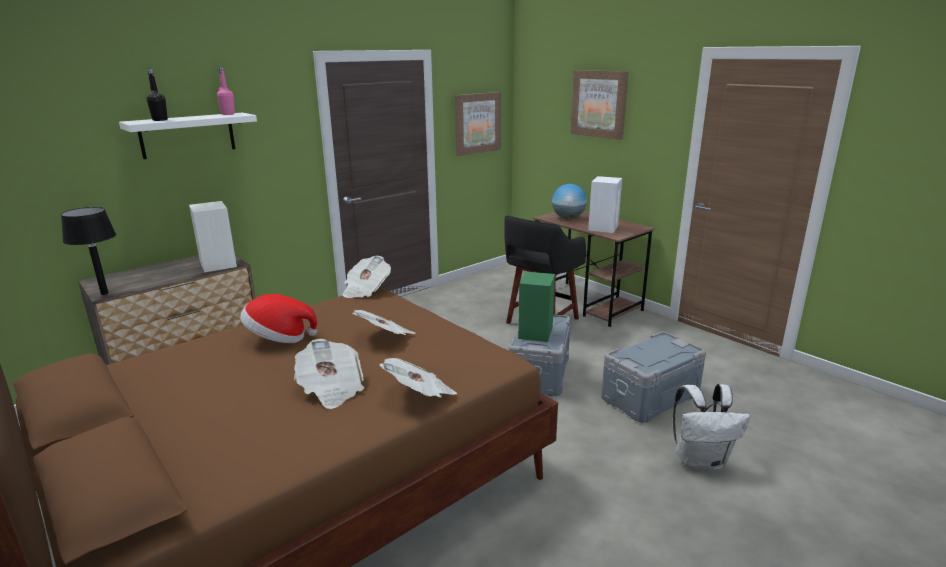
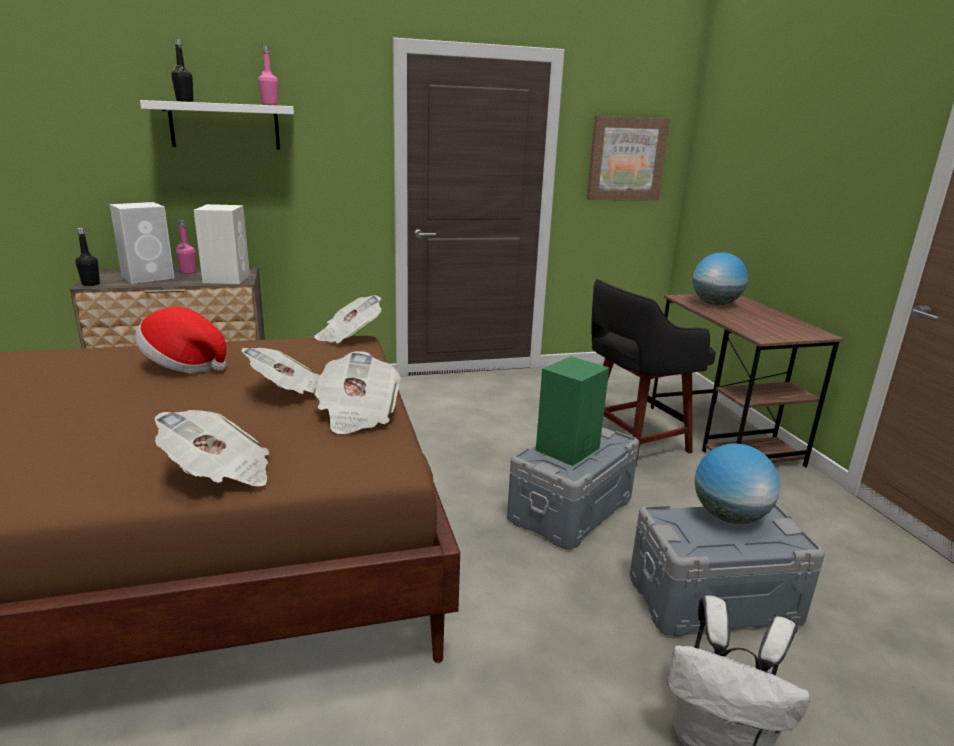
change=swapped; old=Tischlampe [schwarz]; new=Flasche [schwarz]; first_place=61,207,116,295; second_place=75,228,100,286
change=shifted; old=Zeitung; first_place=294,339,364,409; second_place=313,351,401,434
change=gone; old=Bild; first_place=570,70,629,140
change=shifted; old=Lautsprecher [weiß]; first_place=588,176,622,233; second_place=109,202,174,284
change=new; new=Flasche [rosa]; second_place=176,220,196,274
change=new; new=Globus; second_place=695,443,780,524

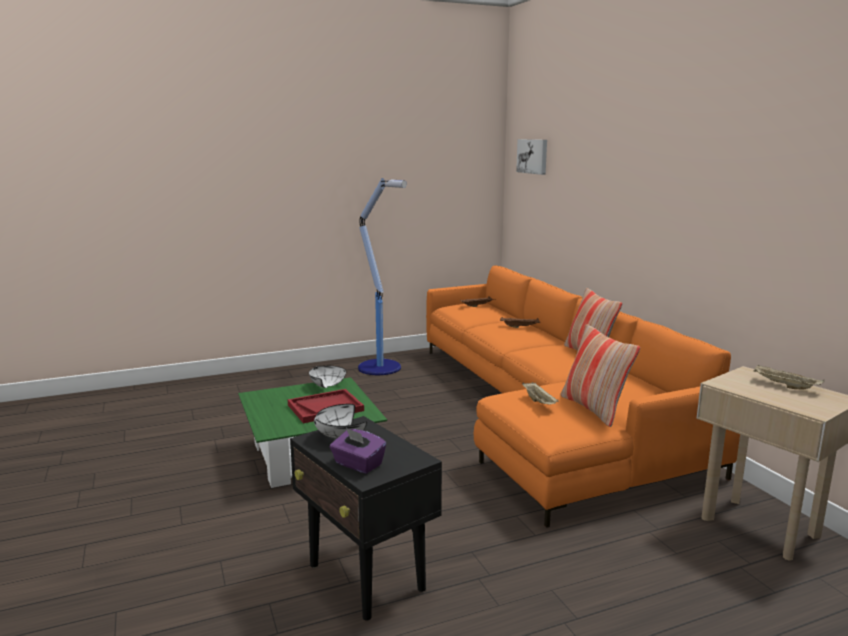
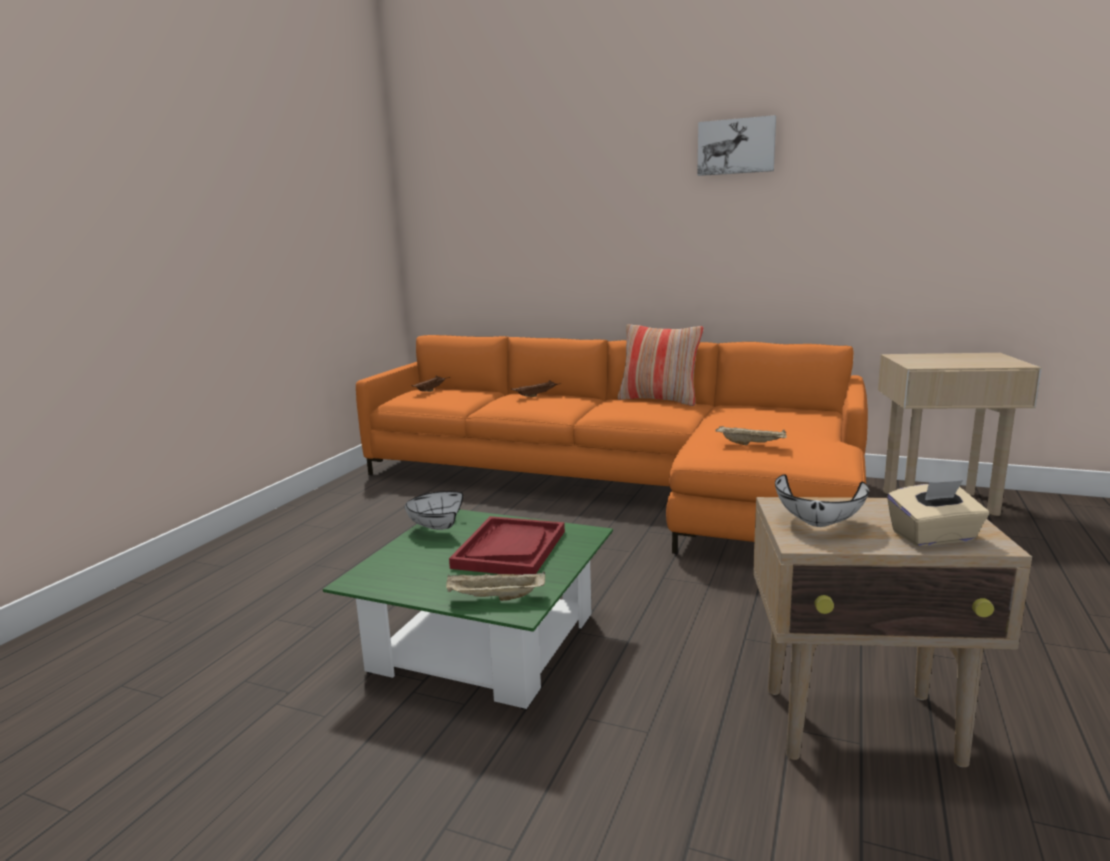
change=repainted; old=Beistelltisch [schwarz]; new=Beistelltisch [beige]; first_place=290,416,442,620; second_place=753,497,1032,767
change=repainted; old=Taschentuchbox [lila]; new=Taschentuchbox [beige]; first_place=330,428,386,474; second_place=887,480,989,546
change=gone; old=Stehlampe; first_place=358,178,407,375
change=shifted; old=Bild; first_place=516,139,547,175; second_place=697,115,776,176
change=gone; old=Kissen; first_place=560,324,640,427
change=shifted; old=Tablett [beige]; first_place=753,364,824,389; second_place=446,571,545,601

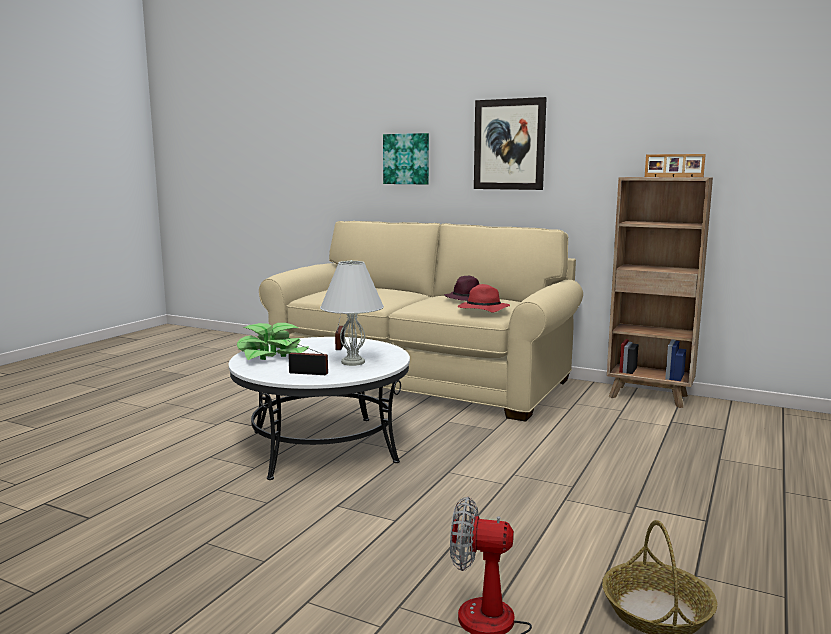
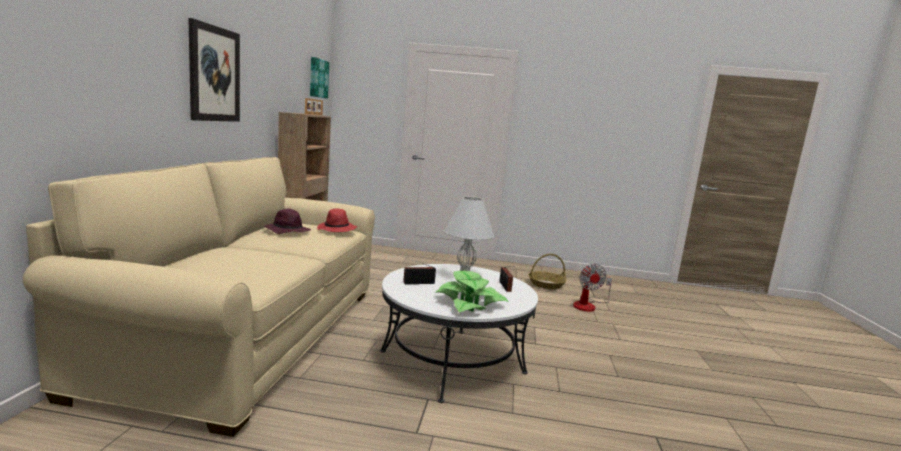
change=shifted; old=Bild; first_place=383,133,429,185; second_place=310,57,329,99

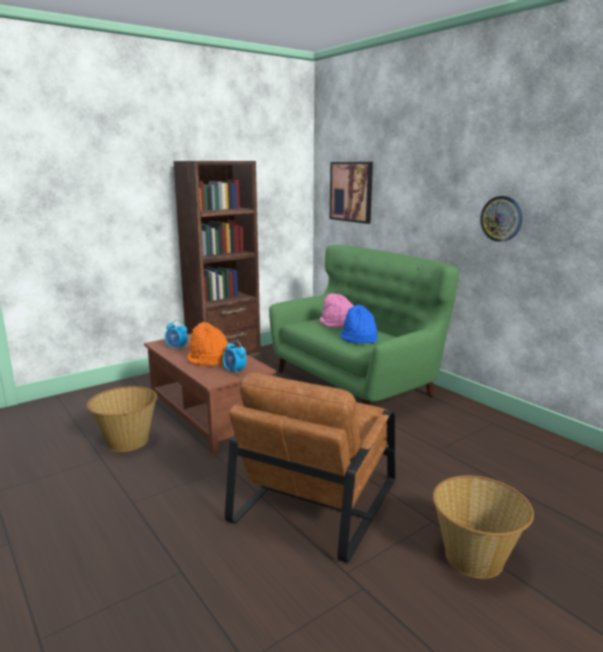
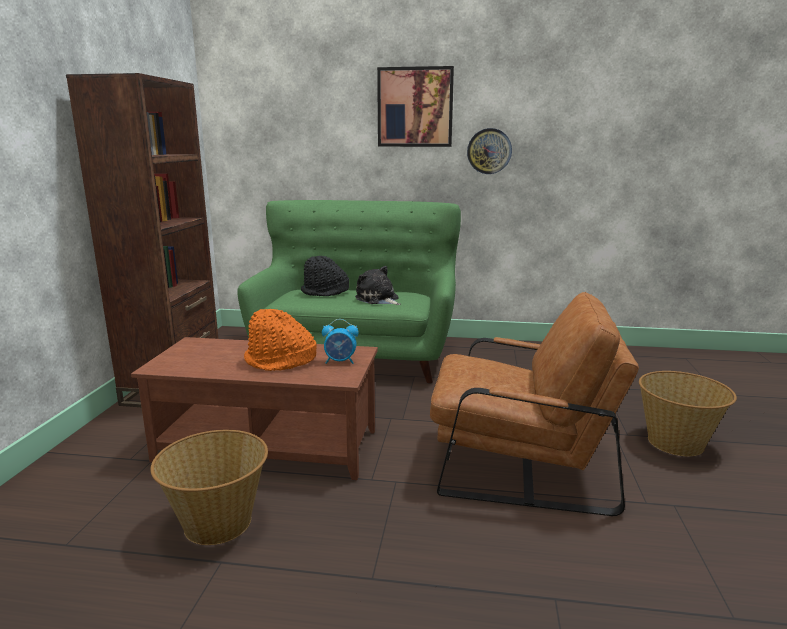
change=gone; old=Wecker; first_place=165,320,188,350
change=rotated; old=Sessel [braun]; first_place=225,373,395,563; second_place=430,292,639,516; degrees=-60
change=repainted; old=Hut [rosa]; new=Hut [schwarz]; first_place=320,293,353,328; second_place=301,256,349,296
change=shifted; old=Bild; first_place=330,162,373,224; second_place=377,66,454,147
change=swapped; old=Hut [blau]; new=Plüschtier; first_place=340,304,378,343; second_place=355,266,401,305

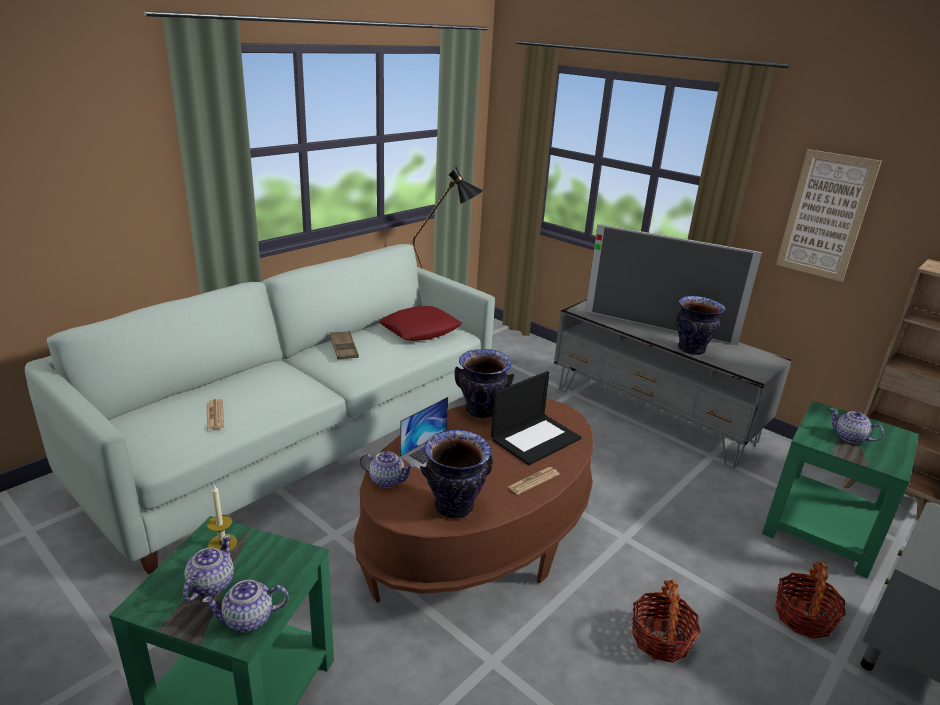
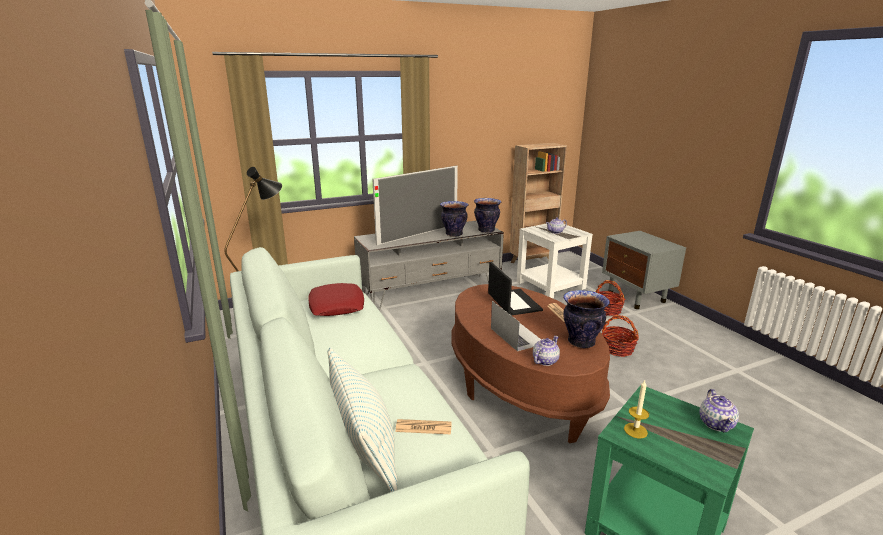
change=gone; old=Teekanne; first_place=183,535,234,602
change=gone; old=Tablett [braun]; first_place=330,331,359,359
change=shifted; old=Vase; first_place=454,349,514,419; second_place=474,198,501,233
change=repainted; old=Beistelltisch [grün]; new=Beistelltisch [weiß]; first_place=762,401,919,579; second_place=517,223,593,298
change=gone; old=Bild; first_place=776,149,882,282
change=new; new=Kissen; second_place=328,348,398,492

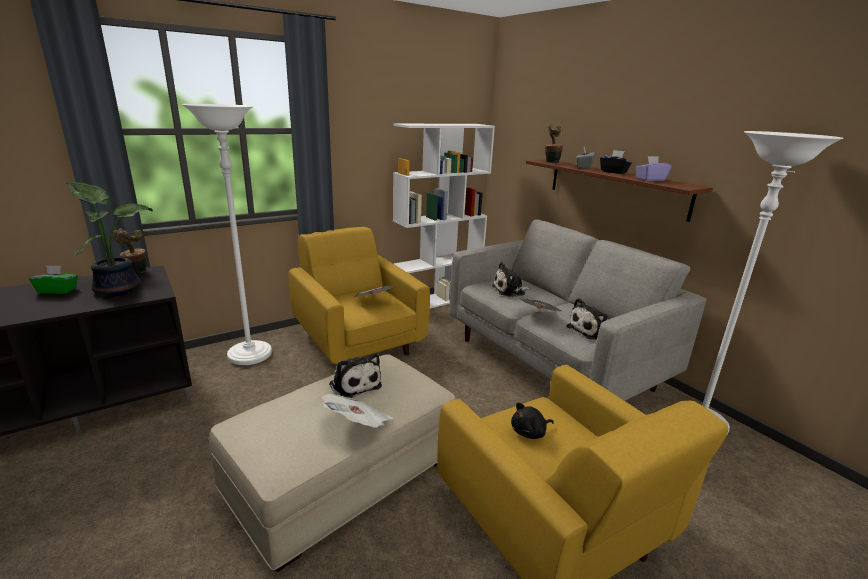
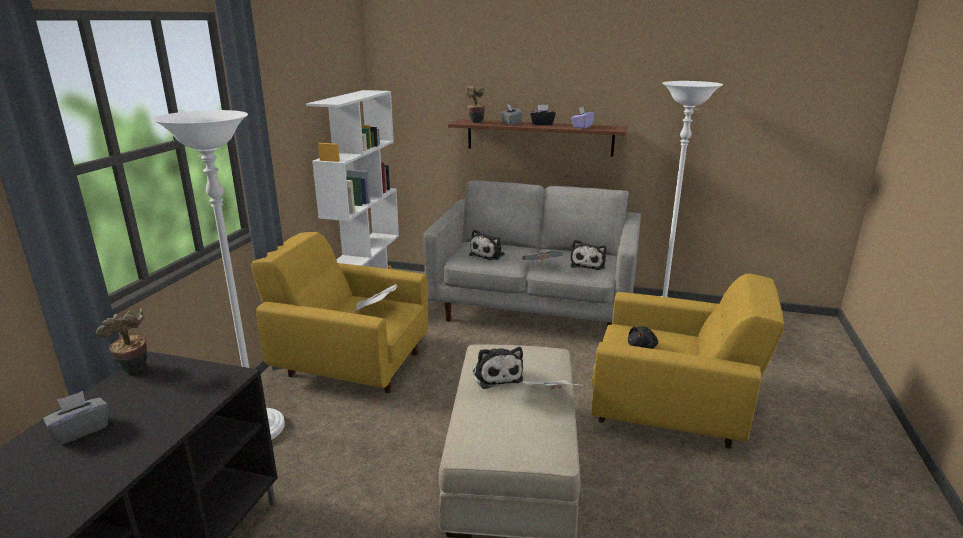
change=repainted; old=Taschentuchbox [grün]; new=Taschentuchbox [grau]; first_place=29,265,78,294; second_place=43,391,108,445
change=gone; old=Topfpflanze; first_place=67,182,153,297
change=rotated; old=Plüschtier; first_place=329,353,382,398; second_place=473,347,523,389; degrees=60

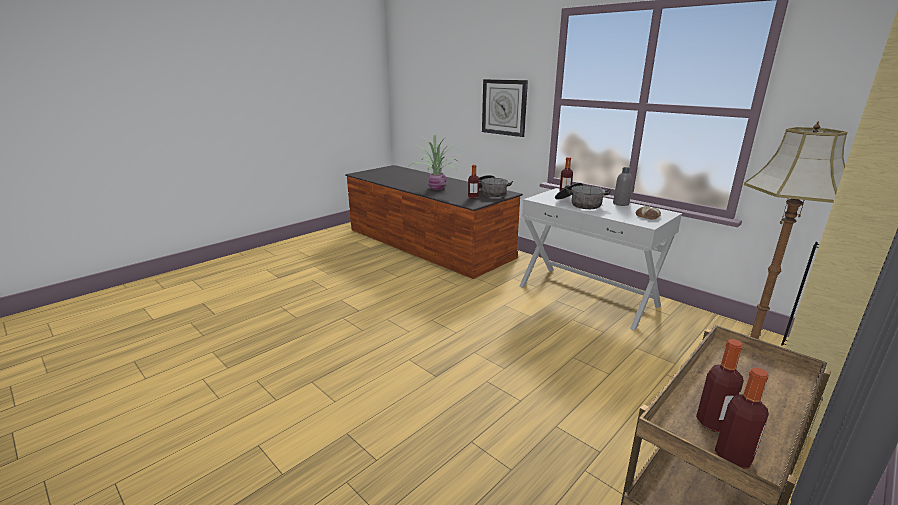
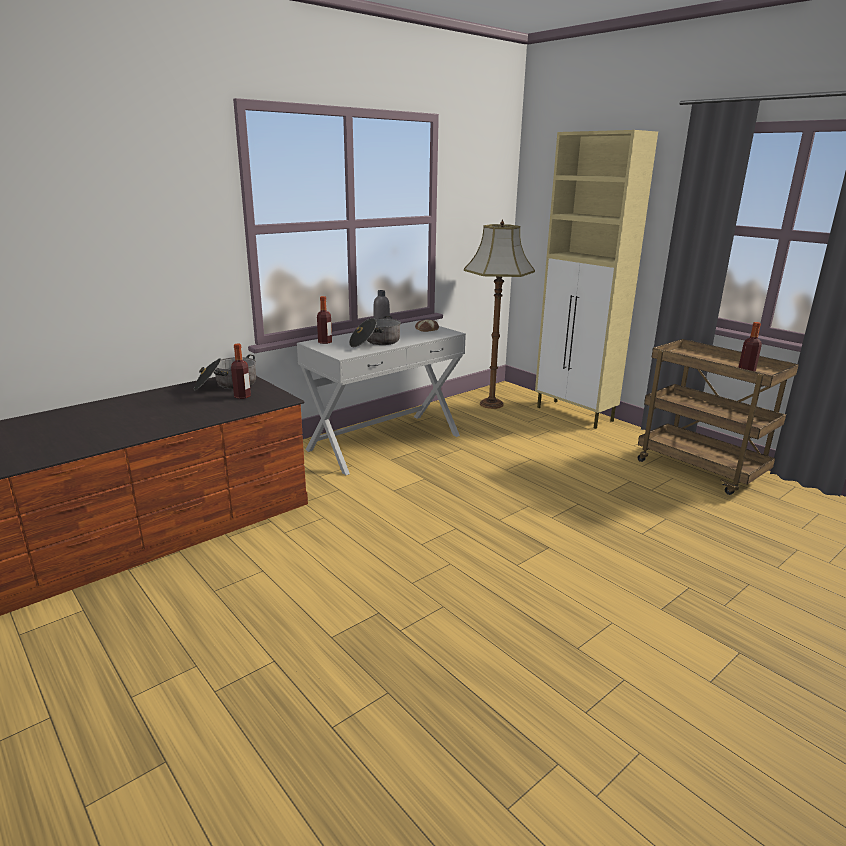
change=gone; old=Topfpflanze; first_place=407,134,461,190
change=gone; old=Wanduhr; first_place=482,79,528,137
change=gone; old=Flasche; first_place=715,368,769,468

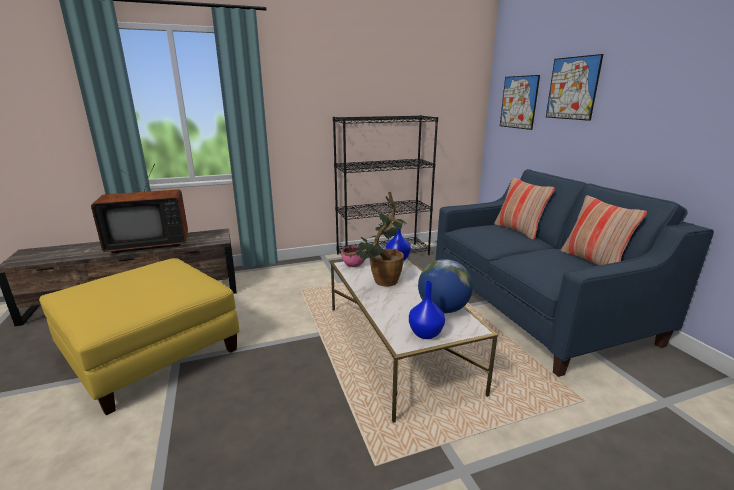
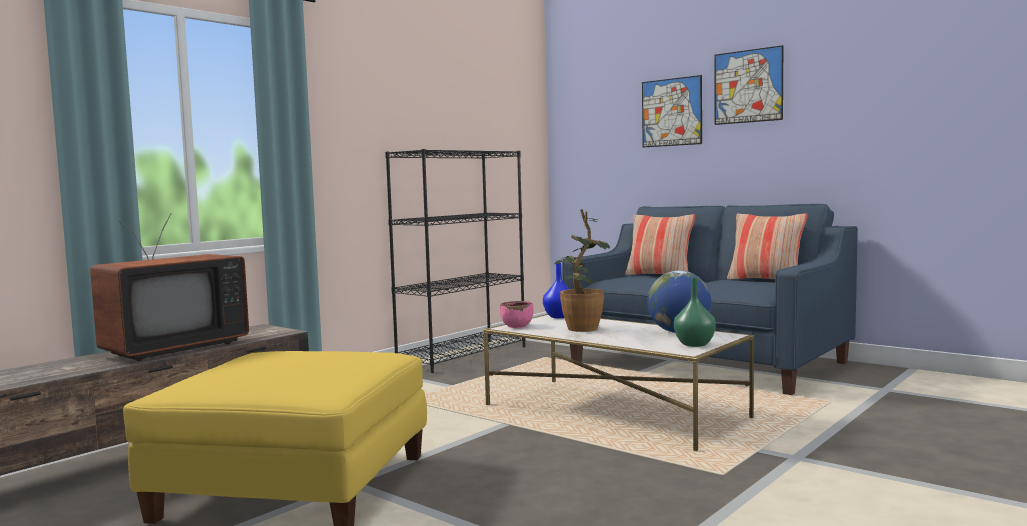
change=repainted; old=Vase [blau]; new=Vase [grün]; first_place=409,281,445,339; second_place=674,278,716,347
change=shifted; old=Bild; first_place=500,75,540,130; second_place=714,45,783,125

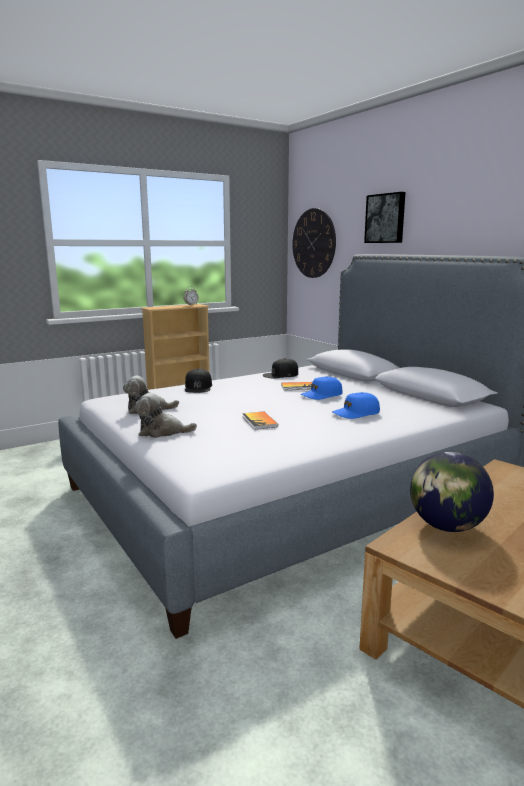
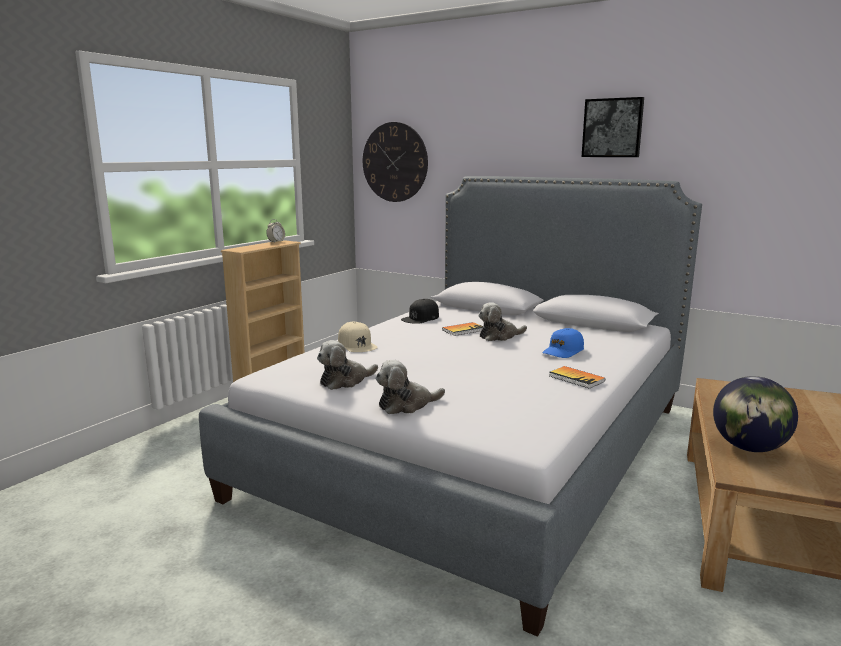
change=repainted; old=Kappe [schwarz]; new=Kappe [beige]; first_place=185,368,212,393; second_place=338,322,378,352
change=shifted; old=Buch; first_place=243,411,278,430; second_place=549,366,605,389
change=swapped; old=Kappe [blau]; new=Plüschtier; first_place=301,376,343,400; second_place=478,302,527,341
change=shifted; old=Bild; first_place=364,192,405,243; second_place=582,97,644,157

